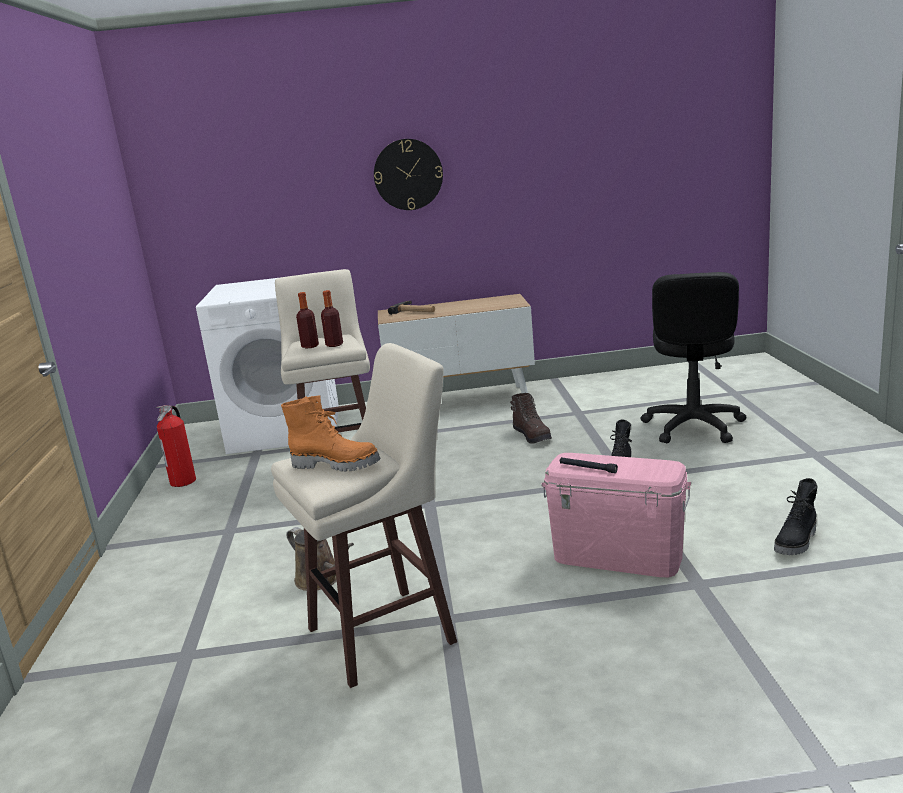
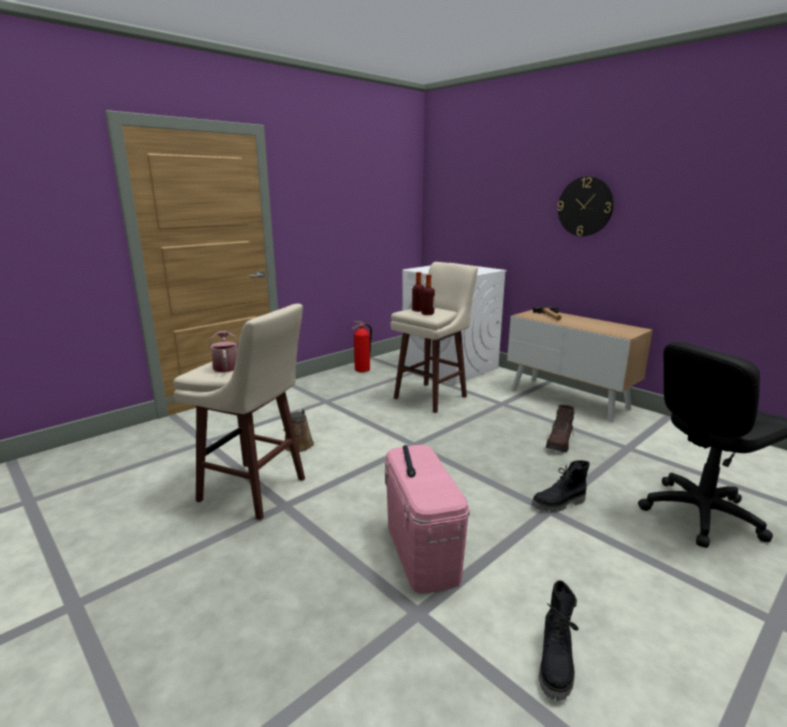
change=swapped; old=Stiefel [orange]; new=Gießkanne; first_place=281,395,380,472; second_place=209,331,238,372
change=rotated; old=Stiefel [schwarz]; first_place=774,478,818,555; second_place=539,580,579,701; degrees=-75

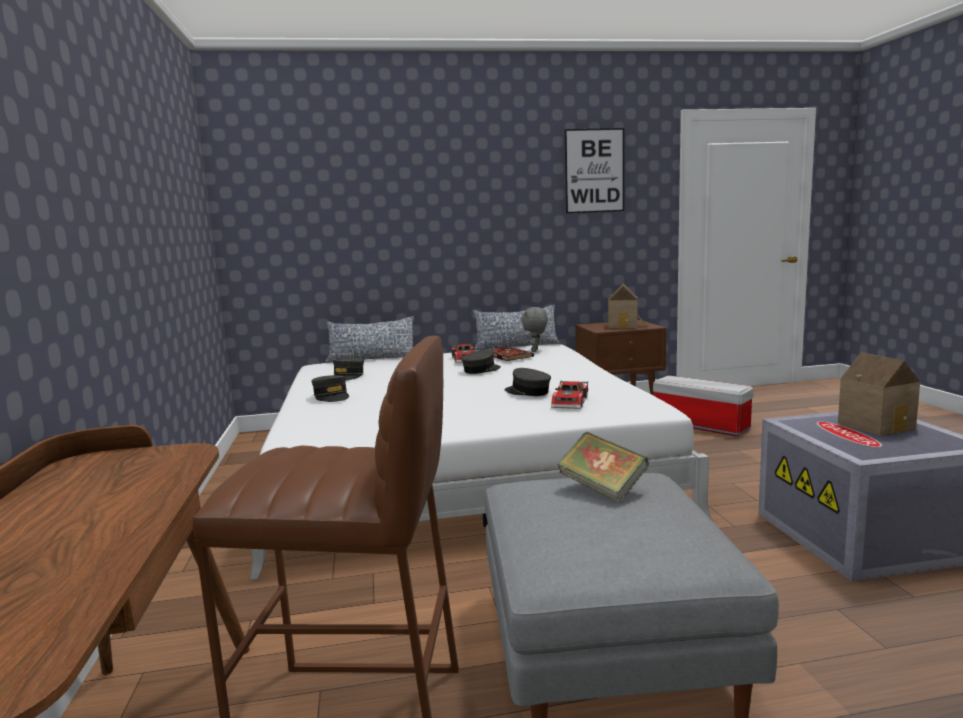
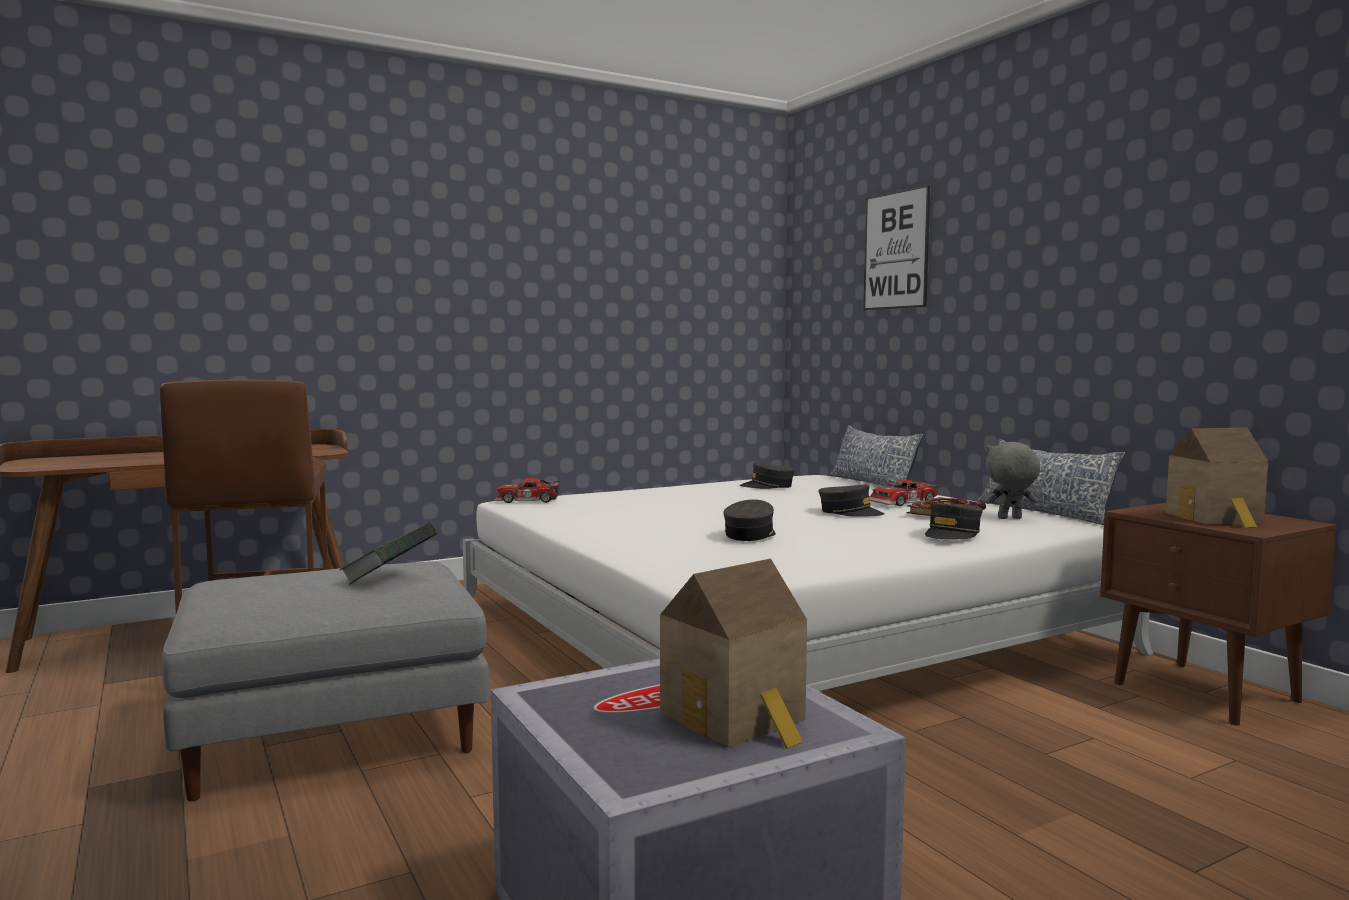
change=shifted; old=Kappe [grau]; first_place=311,375,349,402; second_place=925,503,983,540
change=shifted; old=Spielzeugauto; first_place=551,381,588,409; second_place=494,478,560,503
change=shifted; old=Bild; first_place=565,128,624,213; second_place=863,185,930,310
change=gone; old=Aufbewahrungsbox; first_place=653,375,754,437

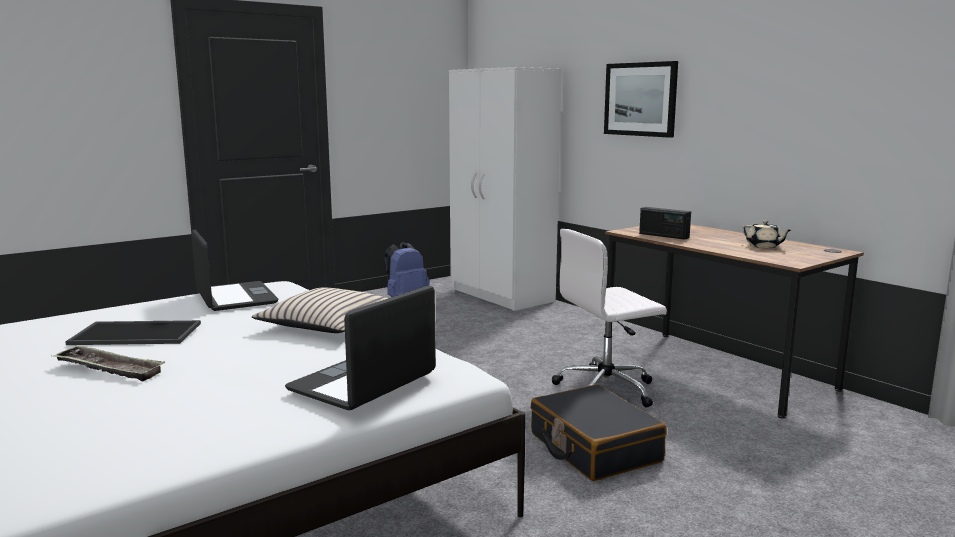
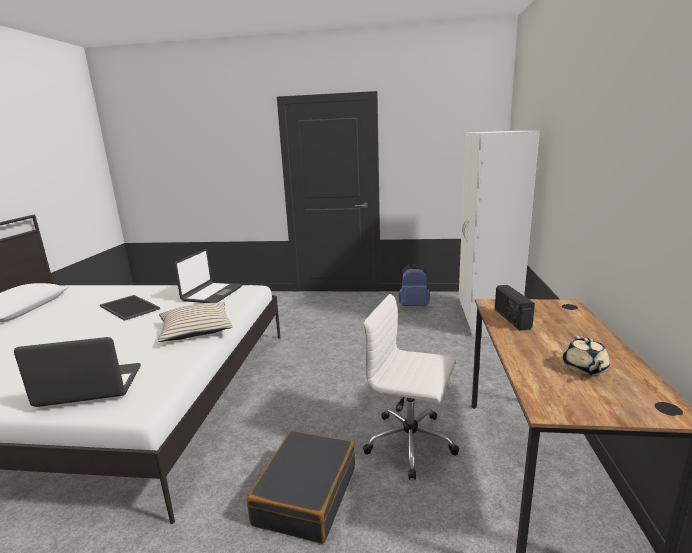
change=gone; old=Tablett; first_place=52,346,165,381
change=gone; old=Bild; first_place=604,61,678,138

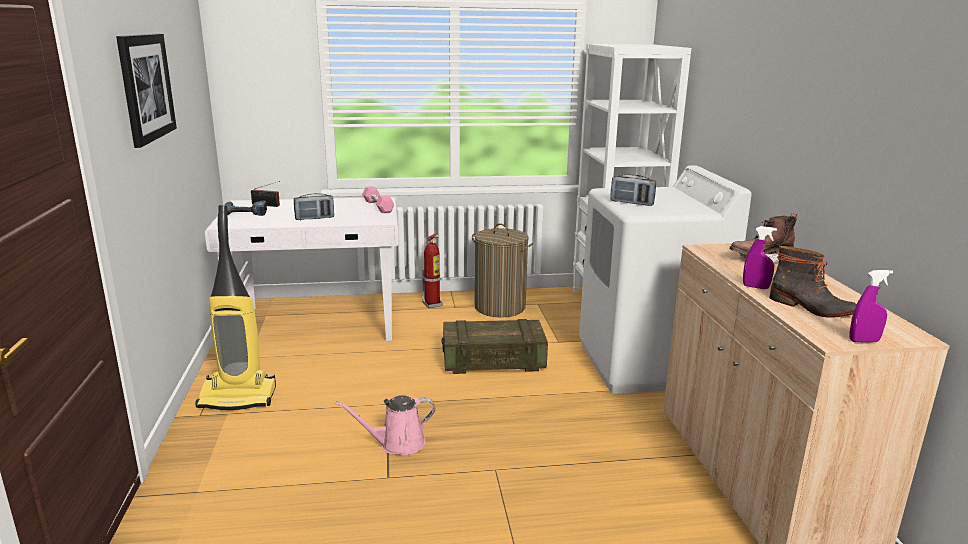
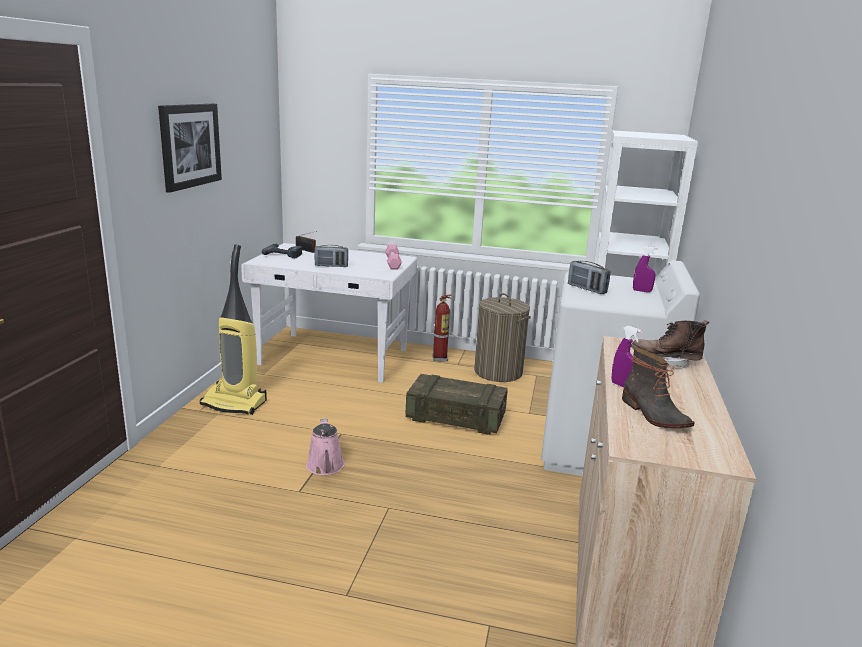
change=rotated; old=Gießkanne [rosa]; first_place=336,395,435,455; second_place=306,419,345,475; degrees=-105
change=shifted; old=Sprühflasche [lila]; first_place=849,270,893,342; second_place=633,246,658,292

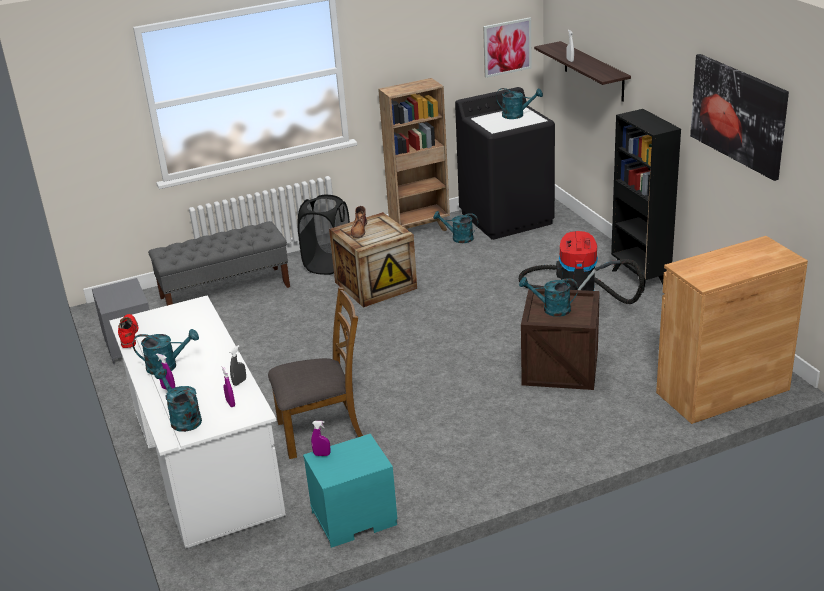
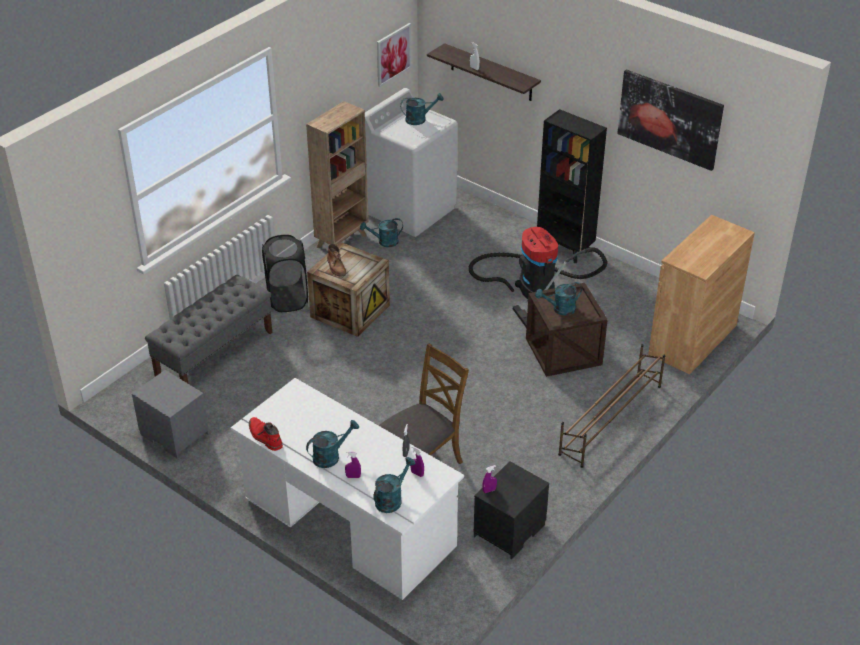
change=rotated; old=Gießkanne [türkis]; first_place=155,369,202,432; second_place=373,457,416,513; degrees=105
change=repainted; old=Nachttisch [türkis]; new=Nachttisch [schwarz]; first_place=303,434,397,548; second_place=473,461,549,560
change=repainted; old=Waschmaschine [schwarz]; new=Waschmaschine [weiß]; first_place=455,87,555,240; second_place=365,88,458,237
change=new; new=Schuhregal [braun]; second_place=558,344,666,468

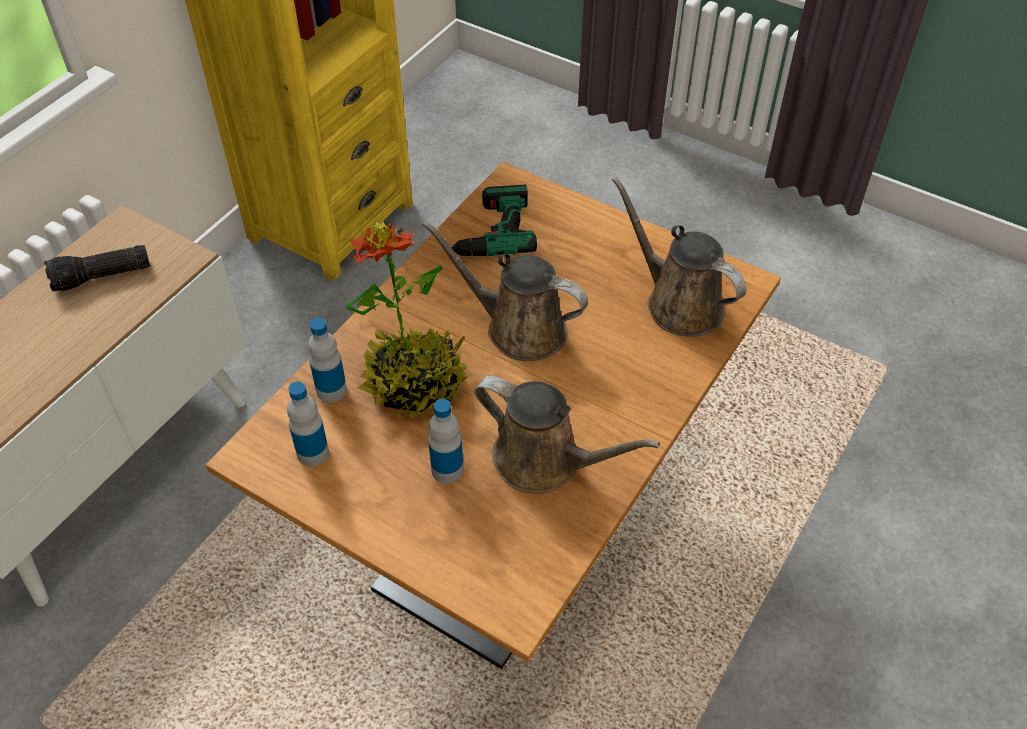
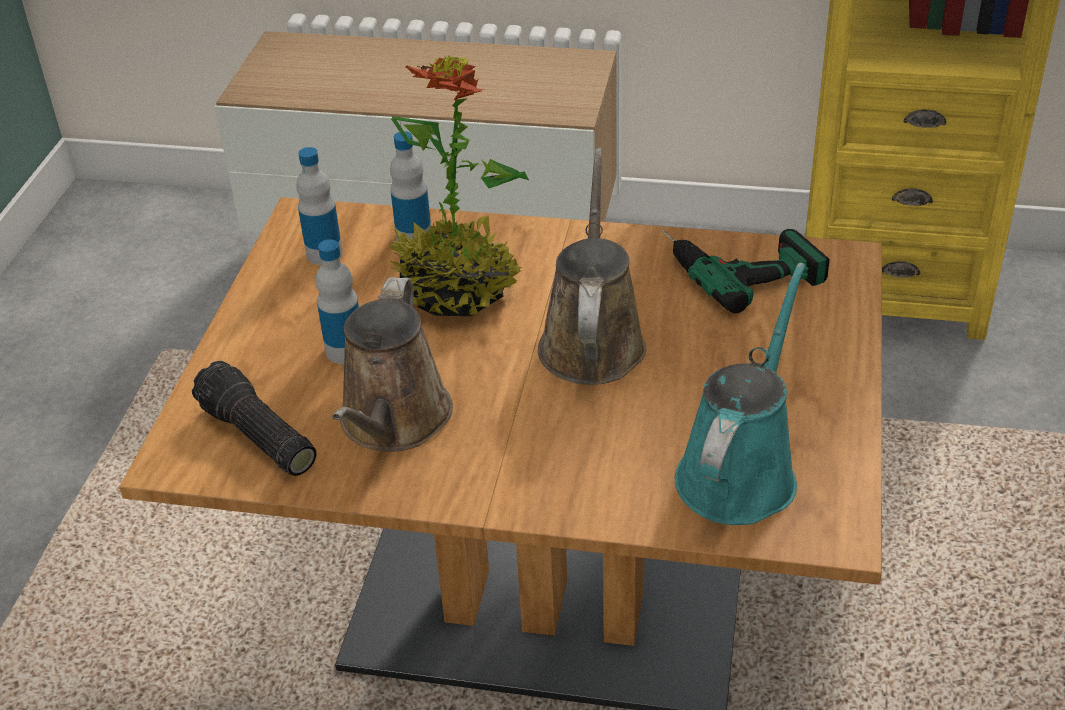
change=shifted; old=Taschenlampe; first_place=44,245,150,292; second_place=192,361,317,476
change=repainted; old=Gießkanne [braun]; new=Gießkanne [türkis]; first_place=612,177,746,337; second_place=675,263,806,525

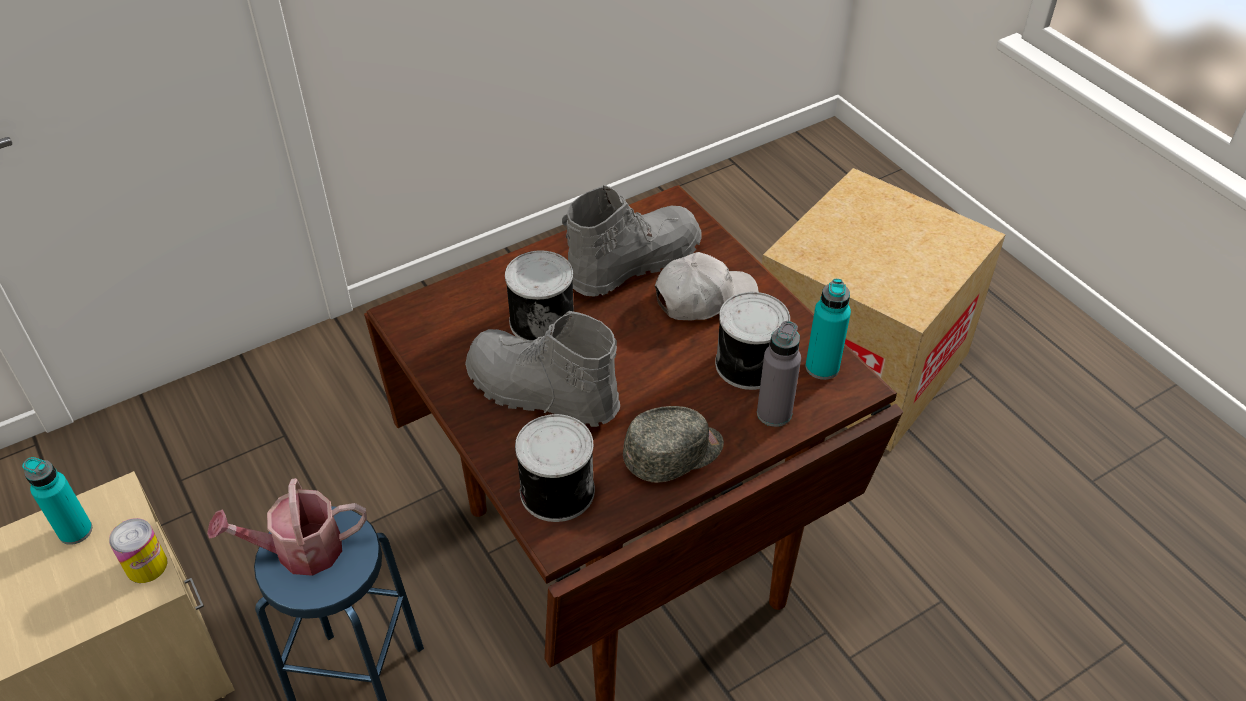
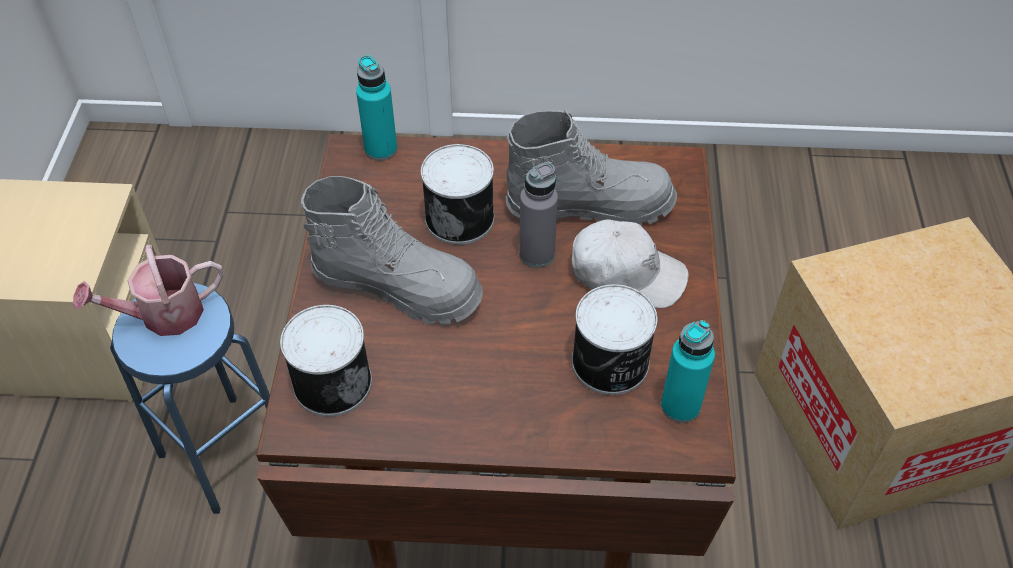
change=shifted; old=Flasche [türkis]; first_place=22,457,92,545; second_place=356,55,397,161
change=gone; old=Dose; first_place=109,518,167,583
change=rotated; old=Gießkanne; first_place=207,478,367,576; second_place=73,244,224,336; degrees=-45
change=rotated; old=Stiefel [grau]; first_place=465,311,620,427; second_place=301,176,483,325; degrees=135
change=gone; old=Kappe [grau]; first_place=623,406,724,483
change=shifted; old=Flasche [grau]; first_place=757,321,801,427; second_place=519,162,558,268

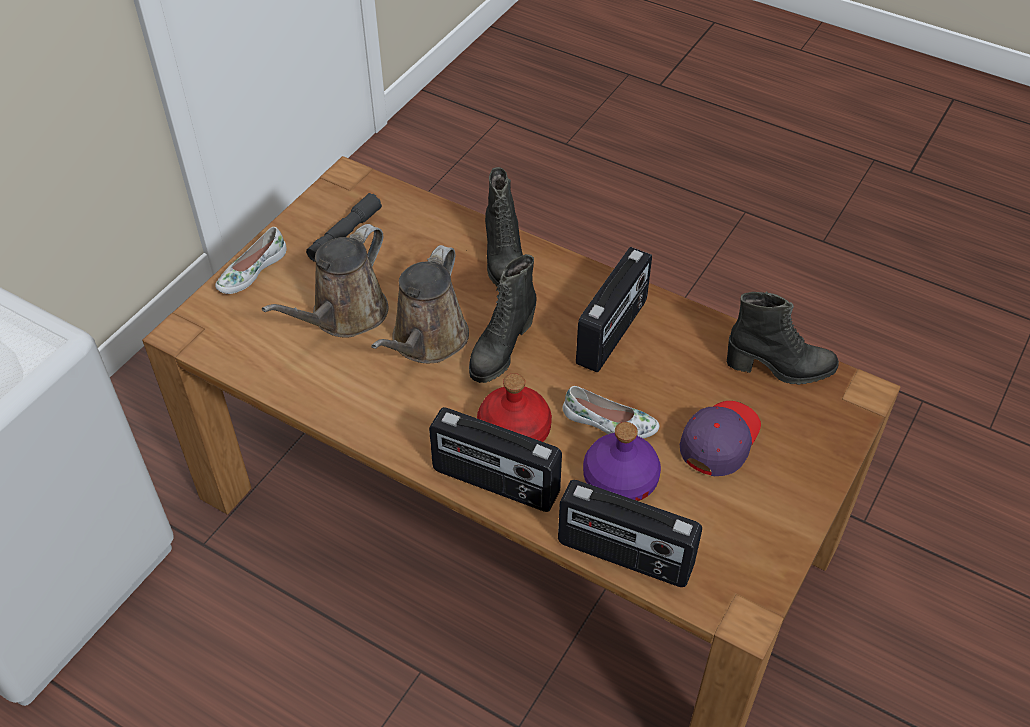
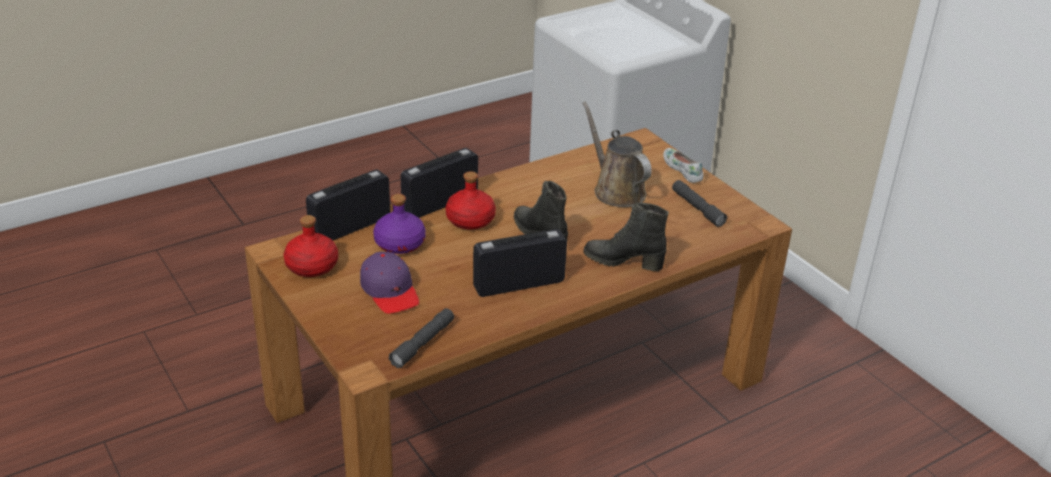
change=gone; old=Gießkanne [braun]; first_place=371,245,469,363
change=gone; old=Schuh [weiß]; first_place=563,386,659,438
change=rotated; old=Radio; first_place=576,247,652,372; second_place=473,229,567,297; degrees=105
change=swapped; old=Stiefel [schwarz]; new=Taschenlampe [grau]; first_place=727,291,839,385; second_place=388,308,454,368
change=new; new=Flasche [rot]; second_place=284,215,338,277

